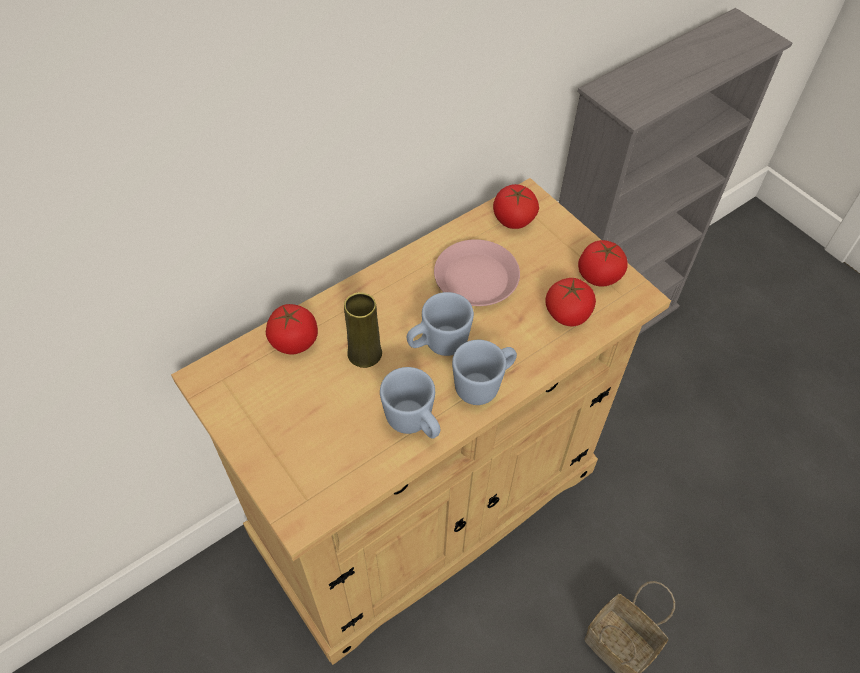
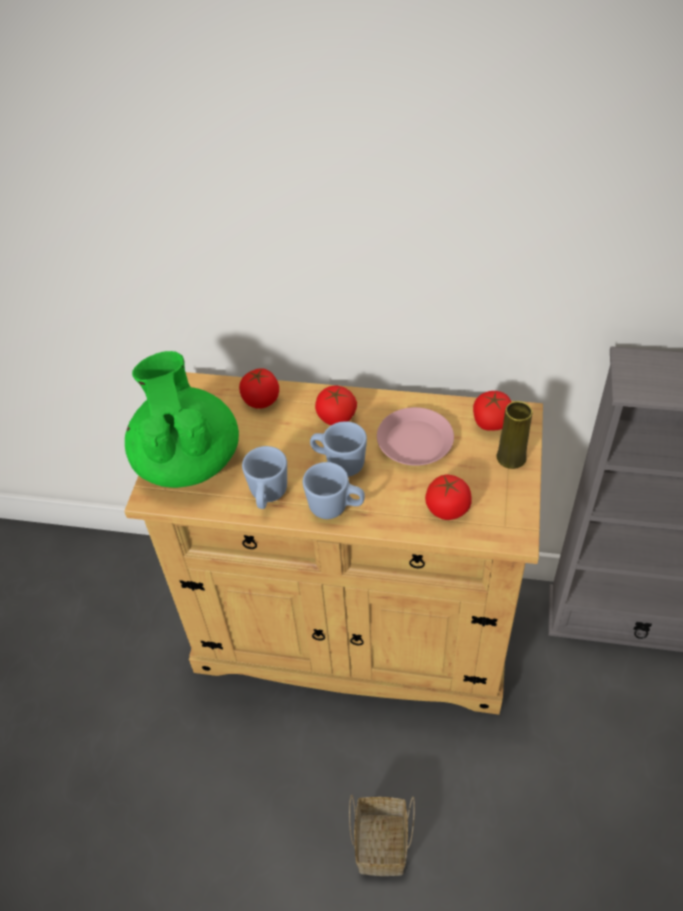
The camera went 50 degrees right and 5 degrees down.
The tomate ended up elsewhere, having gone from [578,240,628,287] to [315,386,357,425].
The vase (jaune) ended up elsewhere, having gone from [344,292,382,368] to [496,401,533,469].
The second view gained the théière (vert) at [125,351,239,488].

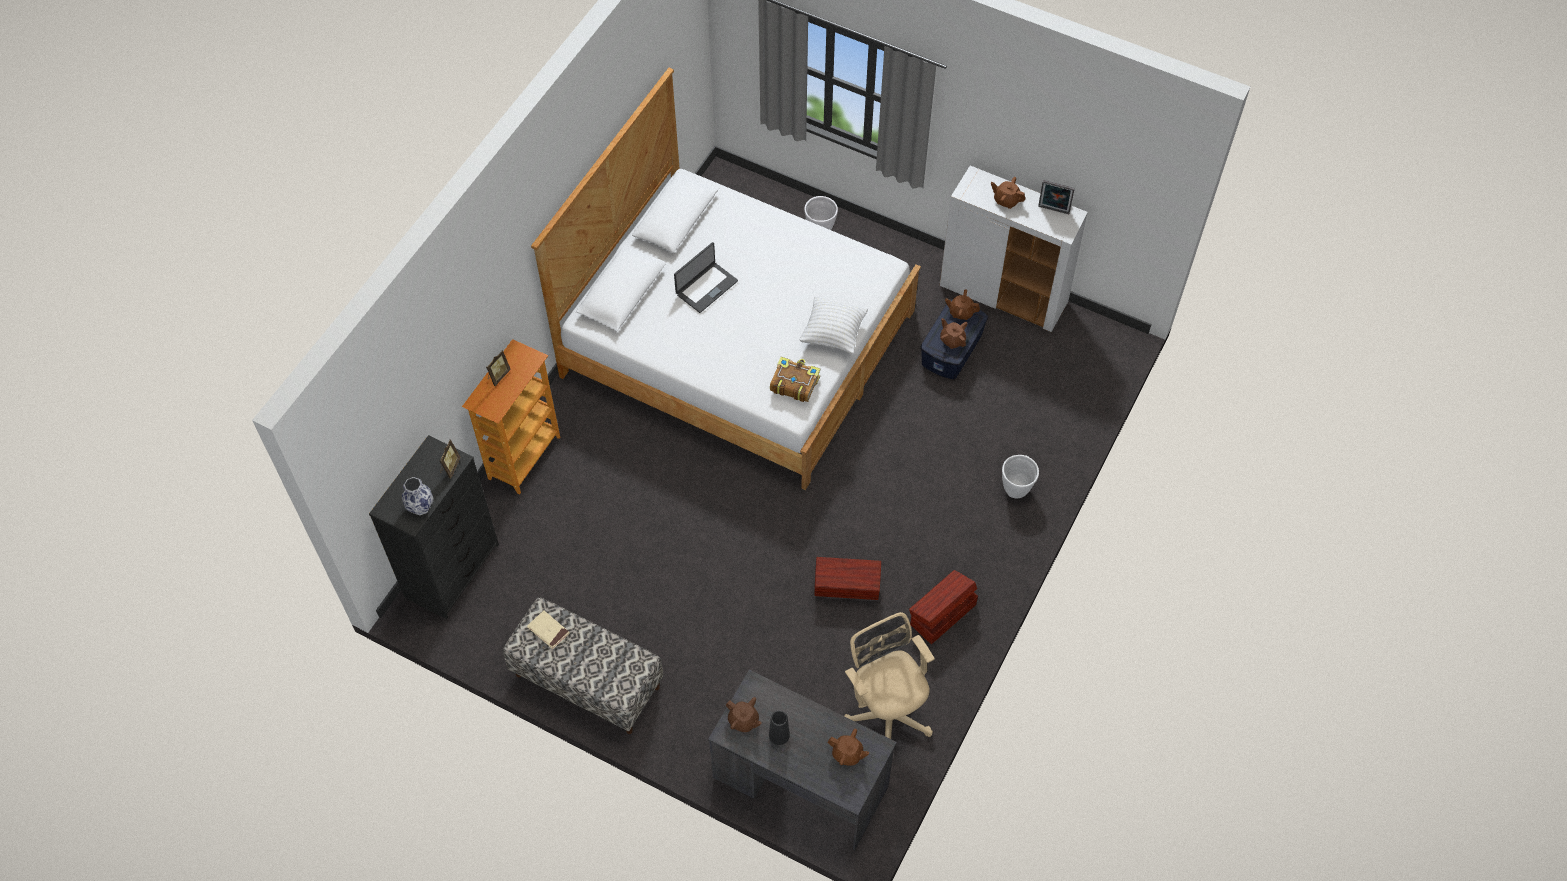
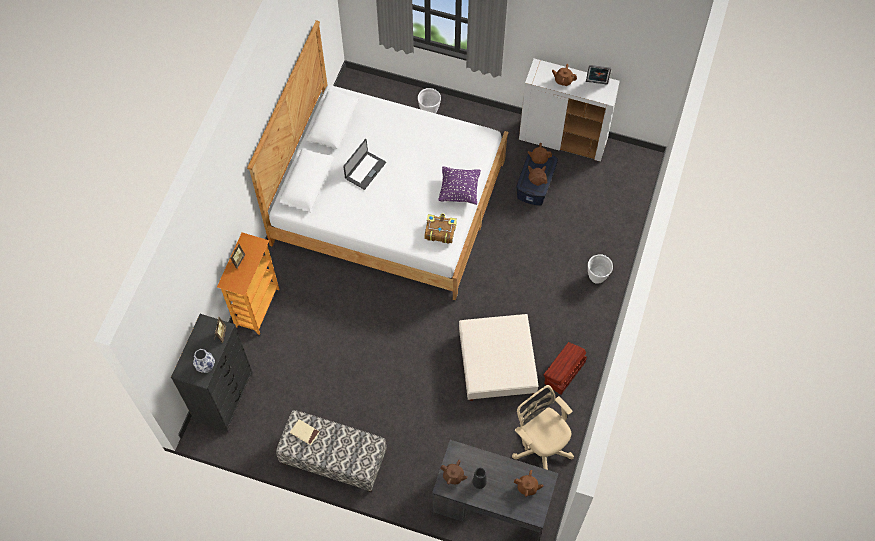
The camera went 10 degrees left and 5 degrees up.
What was the coussin (blanc) at [799,296,868,354] turned into the coussin (violet) at [438,166,481,205].
Where the boîte de rangement (marron) stood at [815,557,881,600], the pouf (beige) came to stand at [459,314,538,401].

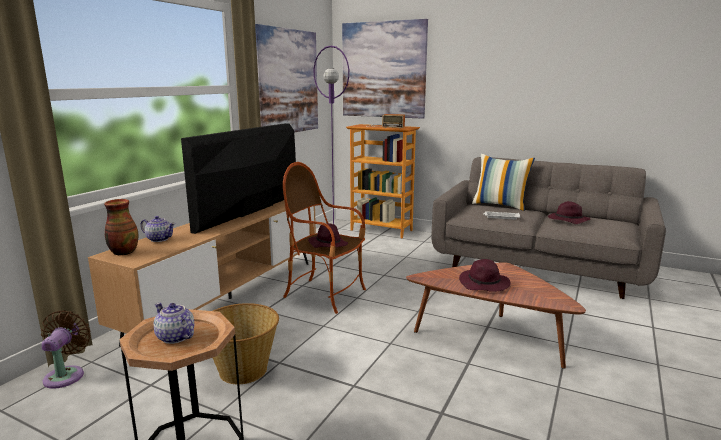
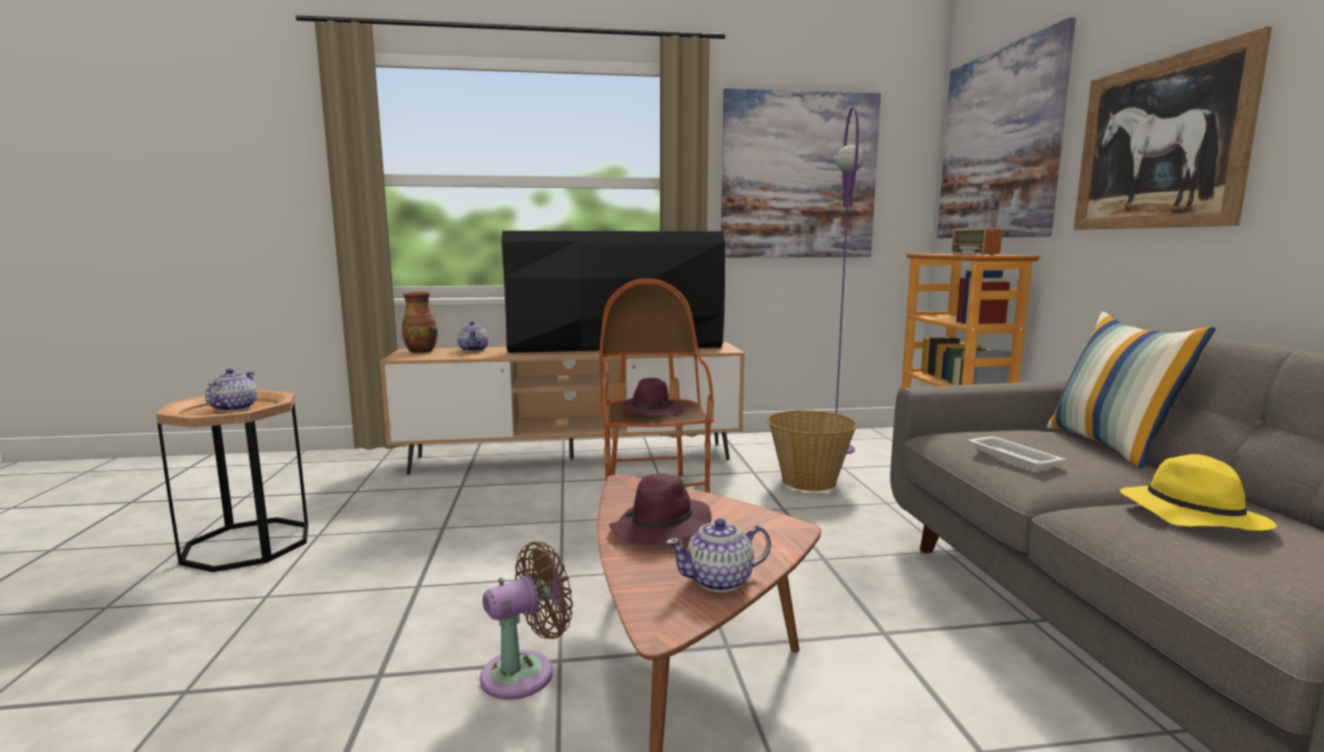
The camera went 55 degrees right and 5 degrees down.
What was the chapeau (violet) at [548,201,590,224] turned into the chapeau (jaune) at [1120,454,1277,531].
The panier ended up elsewhere, having gone from [213,303,279,384] to [767,410,858,491].
The ventilateur (marron) ended up elsewhere, having gone from [41,310,90,389] to [480,542,573,700].
The second view gained the tableau at [1074,27,1272,230].
The second view gained the théière at [666,518,771,592].

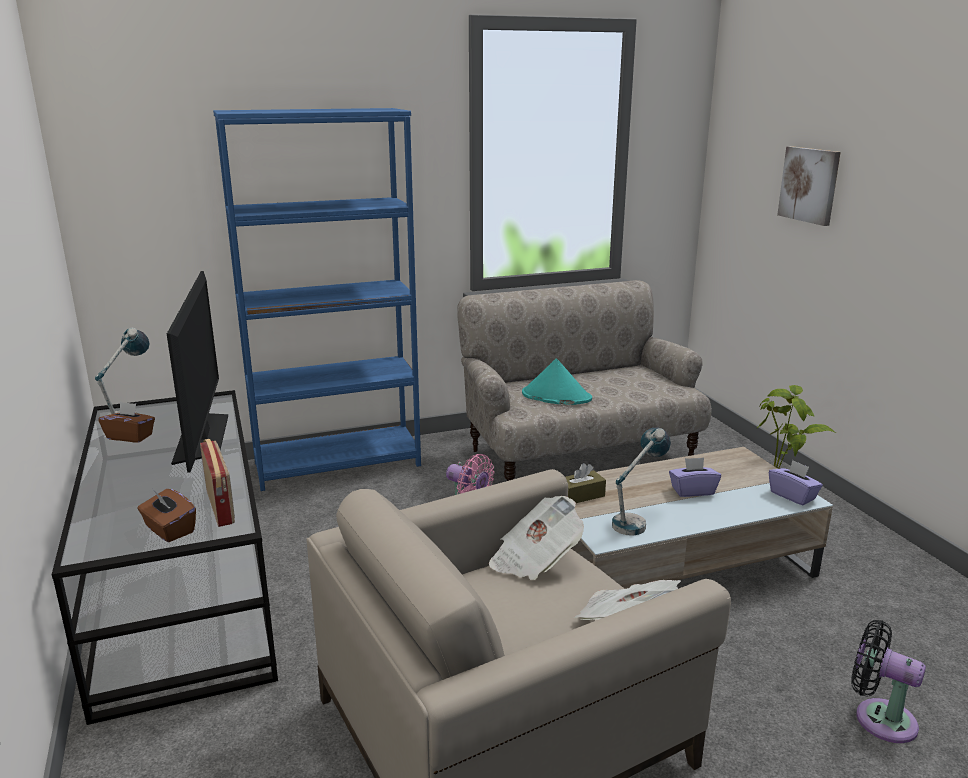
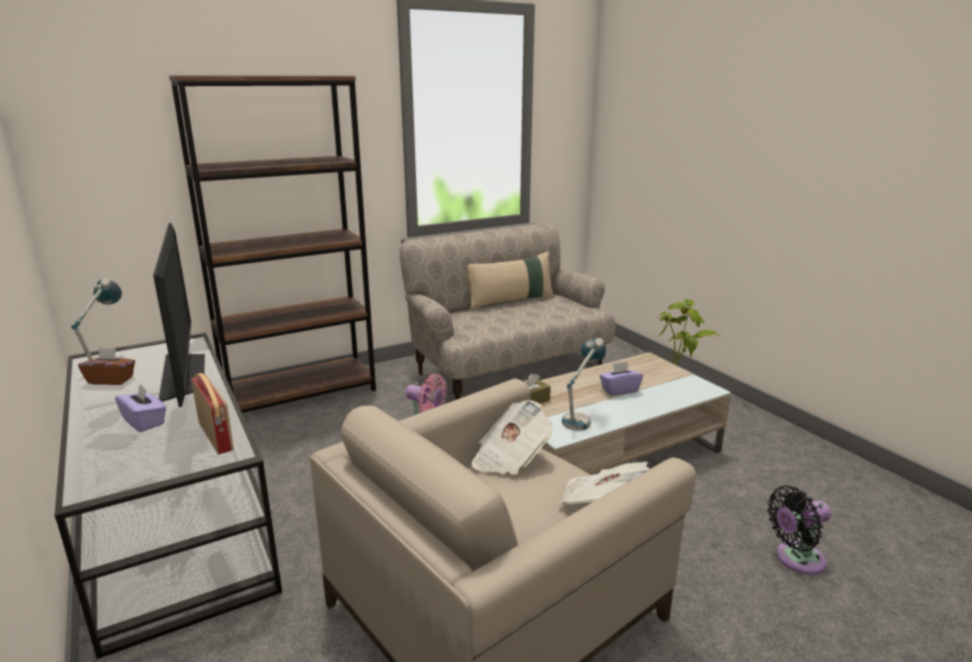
The camera went 10 degrees left and 0 degrees up.
What was the bibliothèque (bleu) at [213,108,421,491] turned into the bibliothèque (marron) at [169,75,376,413].
The second view lost the tableau at [777,146,841,226].
The second view lost the chapeau (turquoise) at [522,359,592,405].
The boîte à mouchoirs (violet) ended up elsewhere, having gone from [769,460,823,506] to [115,384,166,432].
The second view lost the boîte à mouchoirs (marron) at [137,488,196,542].
The ventilateur (noir) at [851,620,926,743] ended up facing another way, 45 degrees counterclockwise from before.
The second view gained the coussin (beige) at [467,251,554,310].

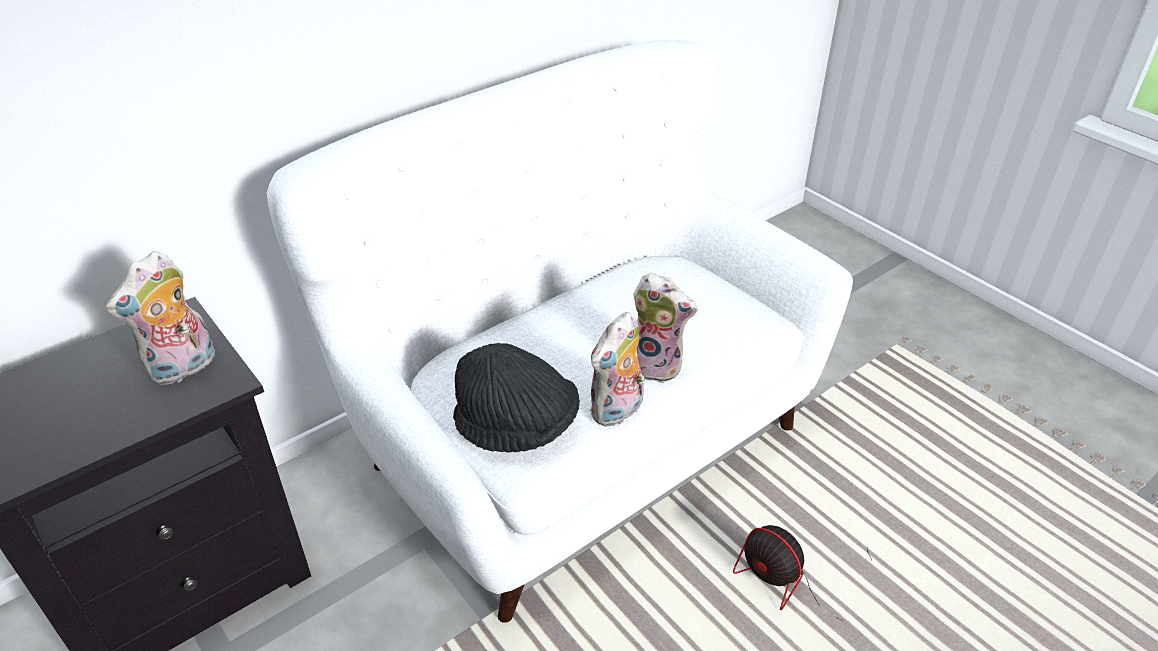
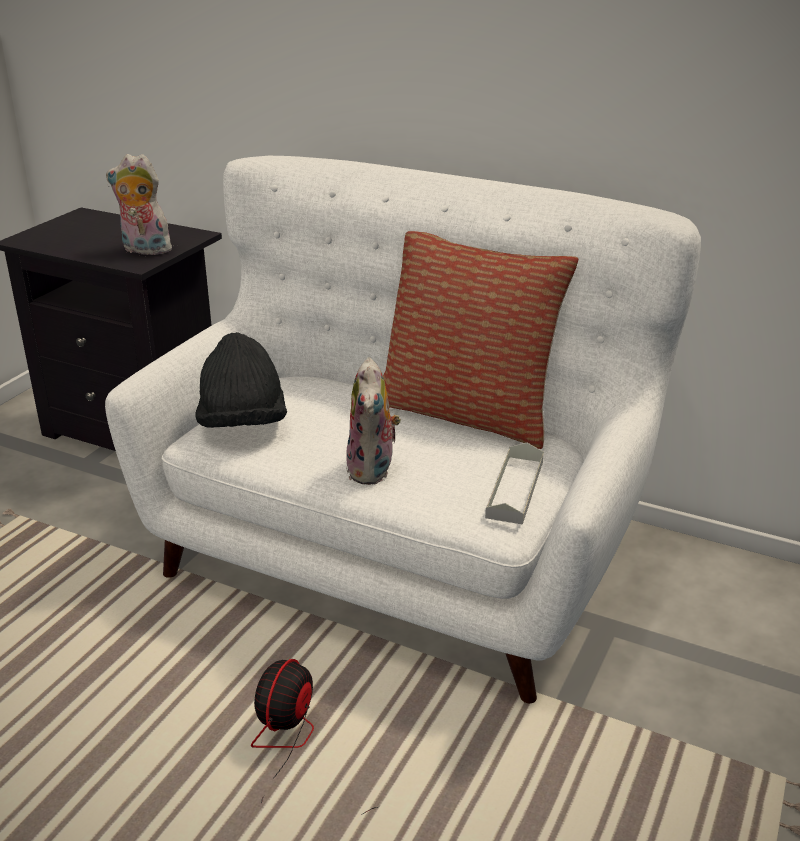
The camera went 65 degrees right and 10 degrees down.
The second view lost the peluche at [590,312,645,427].
The second view gained the coussin at [383,231,578,449].
The second view gained the plateau (gris) at [485,443,544,525].

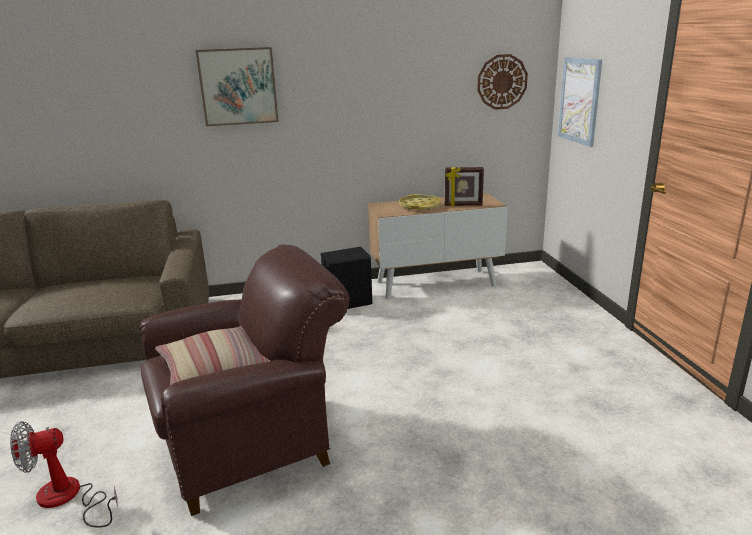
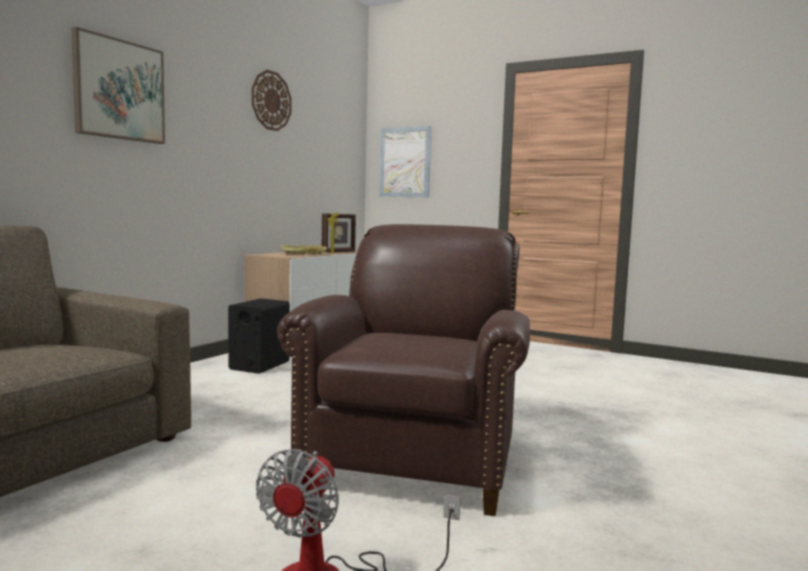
The camera went 50 degrees left and 15 degrees down.
The horloge murale ended up elsewhere, having gone from [477,54,528,110] to [252,70,291,131].
The second view lost the coussin at [155,326,270,385].

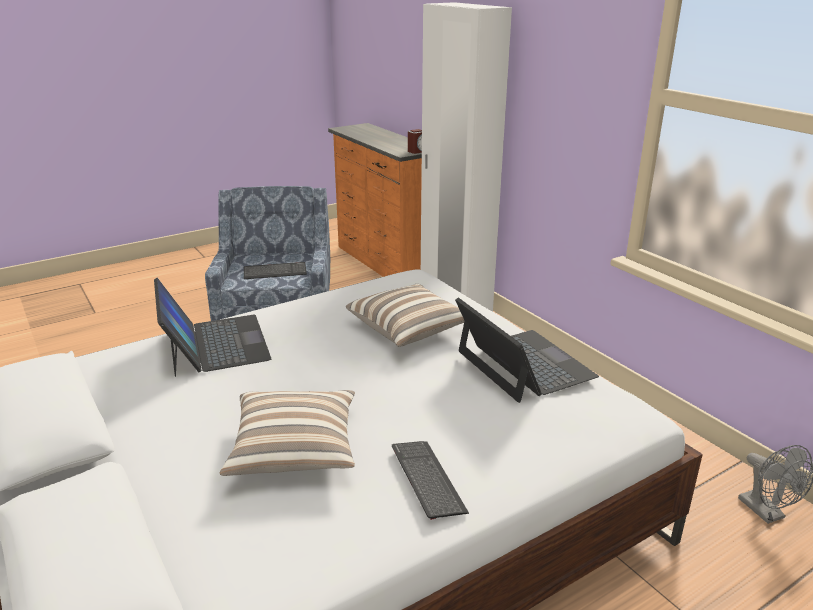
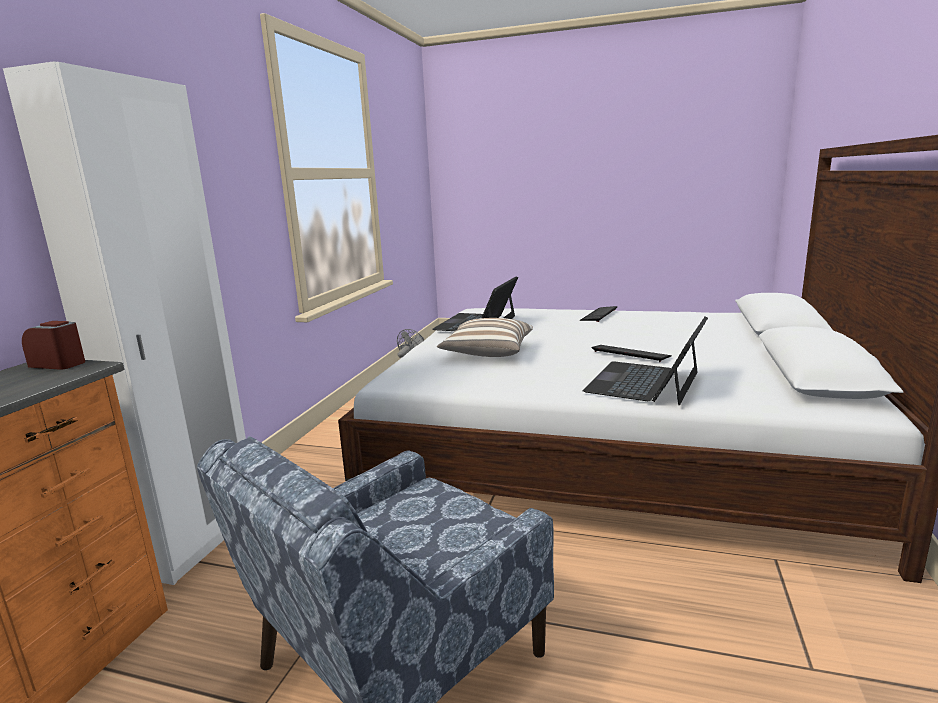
The camera went 130 degrees left and 10 degrees down.
The clavier ended up elsewhere, having gone from [244,262,307,279] to [592,345,672,362].
The second view lost the coussin at [220,390,355,476].

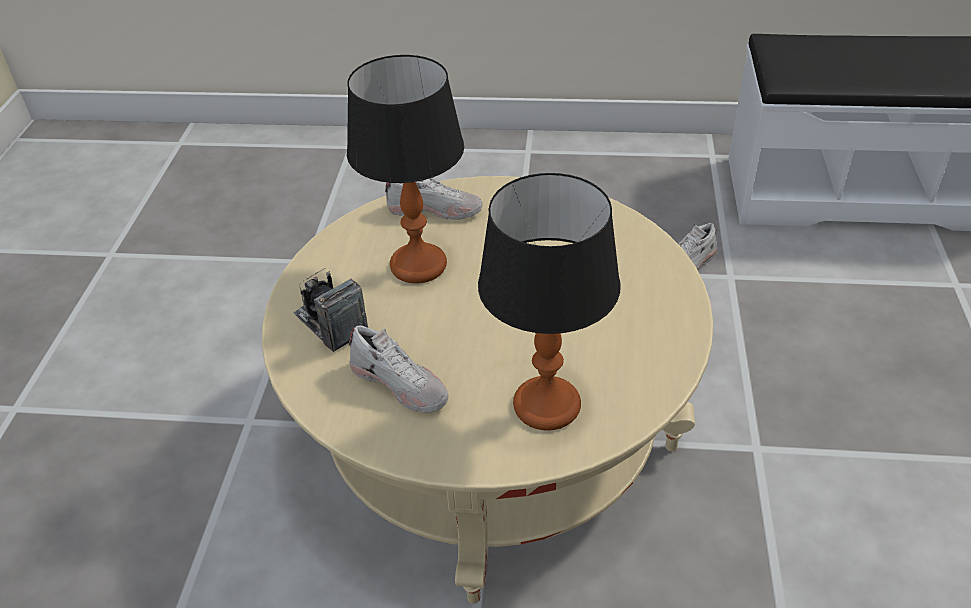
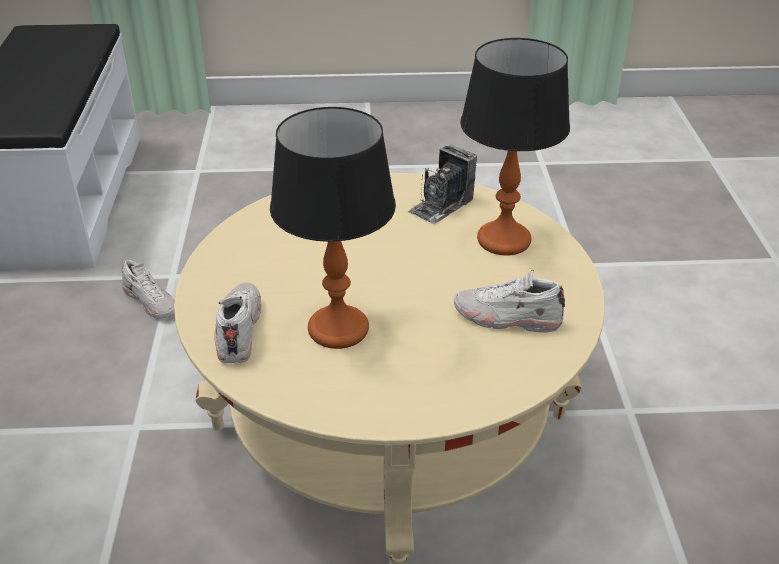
The camera went 100 degrees left and 5 degrees down.
The appareil photo ended up elsewhere, having gone from [293,268,368,352] to [407,144,477,224].
The chaussure (blanc) at [349,326,449,413] ended up facing another way, 105 degrees counterclockwise from before.

